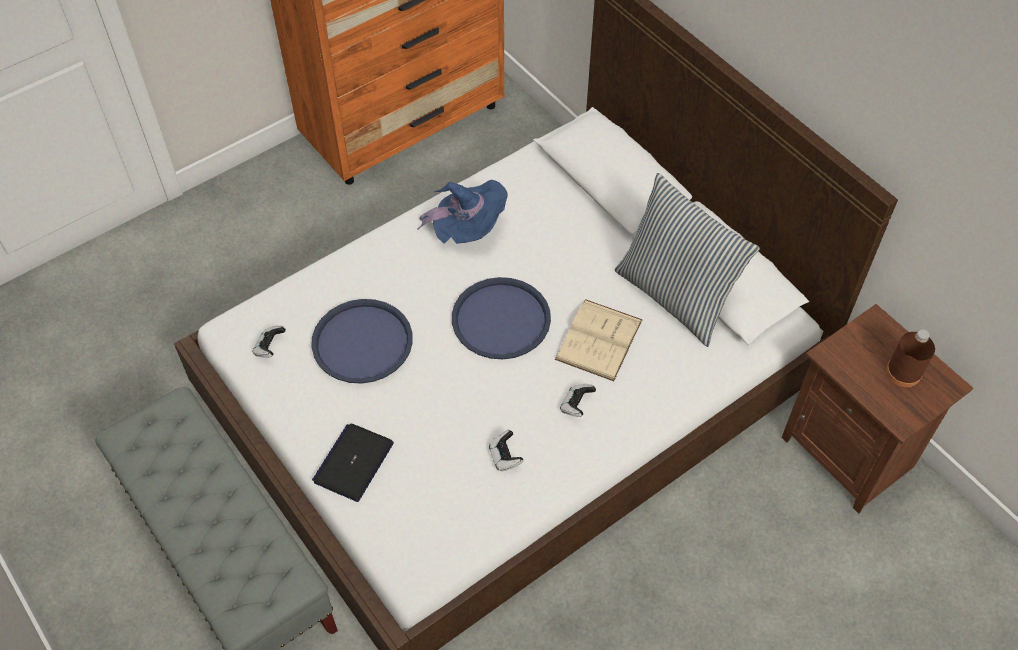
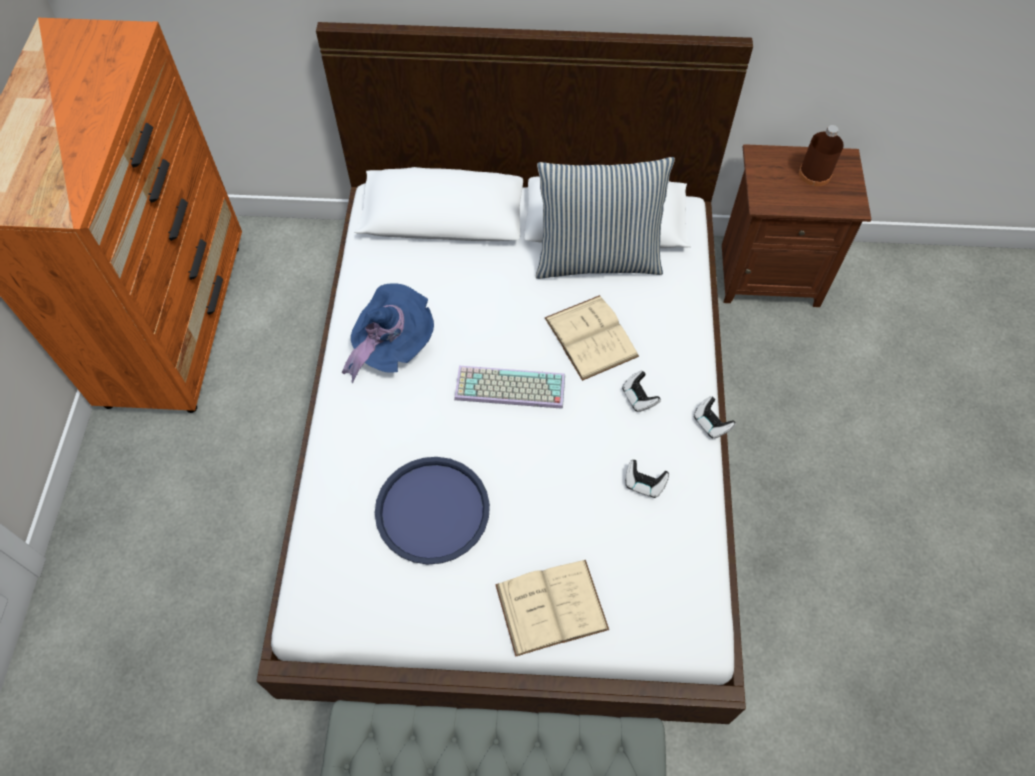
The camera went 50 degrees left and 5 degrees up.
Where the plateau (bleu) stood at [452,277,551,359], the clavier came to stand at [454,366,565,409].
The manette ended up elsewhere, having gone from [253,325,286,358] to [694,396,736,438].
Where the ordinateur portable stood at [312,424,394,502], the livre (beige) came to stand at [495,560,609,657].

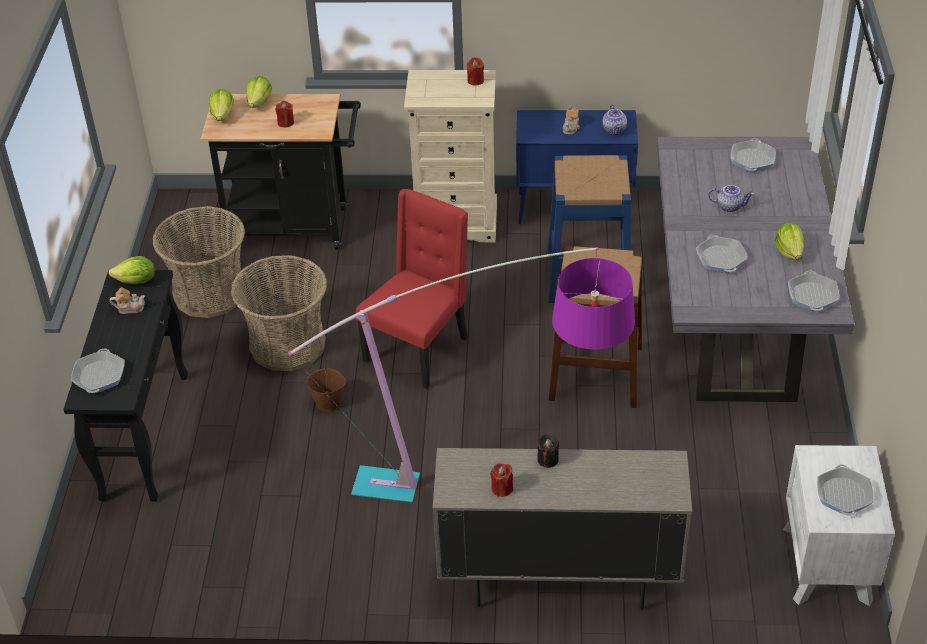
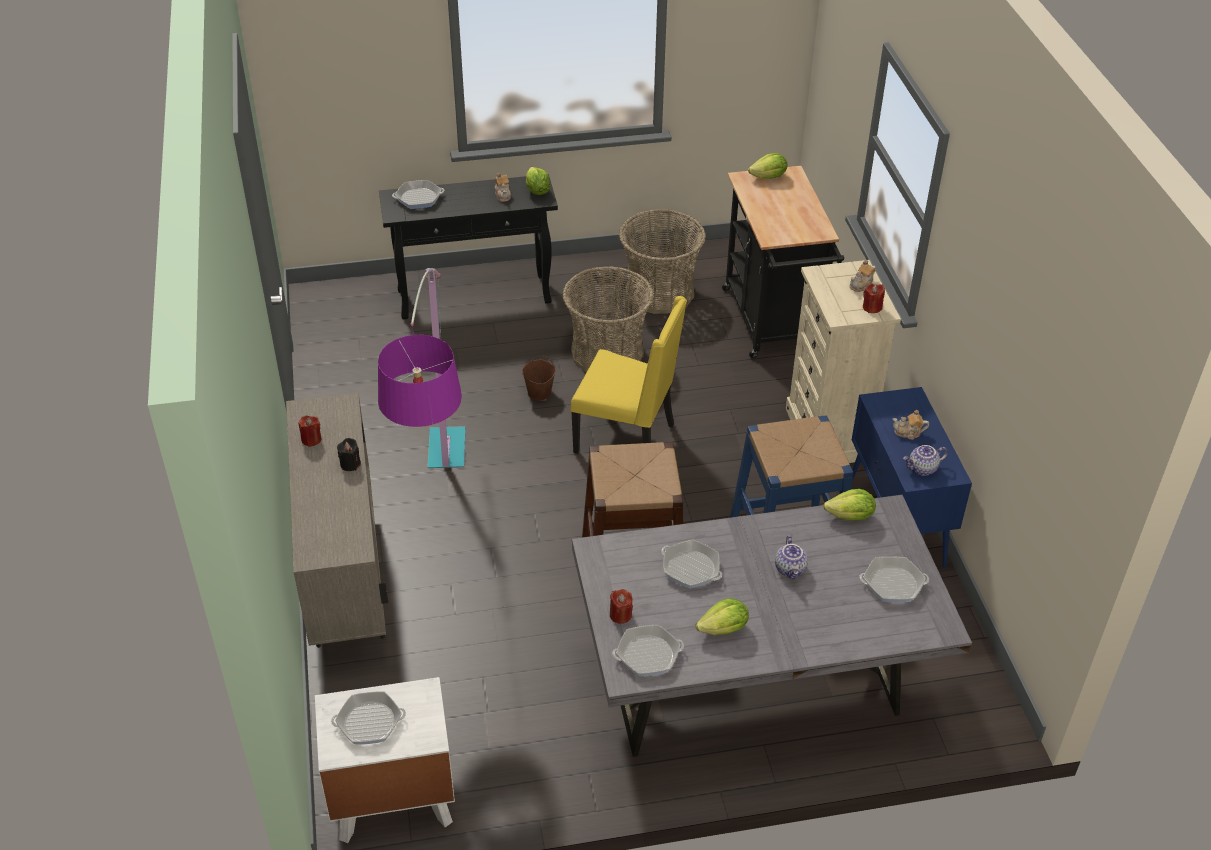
The camera went 75 degrees right and 0 degrees up.
The laitue ended up elsewhere, having gone from [247,76,272,108] to [823,489,876,521].
The bougie (rouge) ended up elsewhere, having gone from [275,101,294,127] to [610,589,633,624].
What was the chaise (rouge) at [356,189,468,389] turned into the chaise (jaune) at [570,296,687,454].
The poêle at [696,235,748,273] ended up facing another way, 120 degrees counterclockwise from before.
The second view gained the théière at [850,260,876,292].

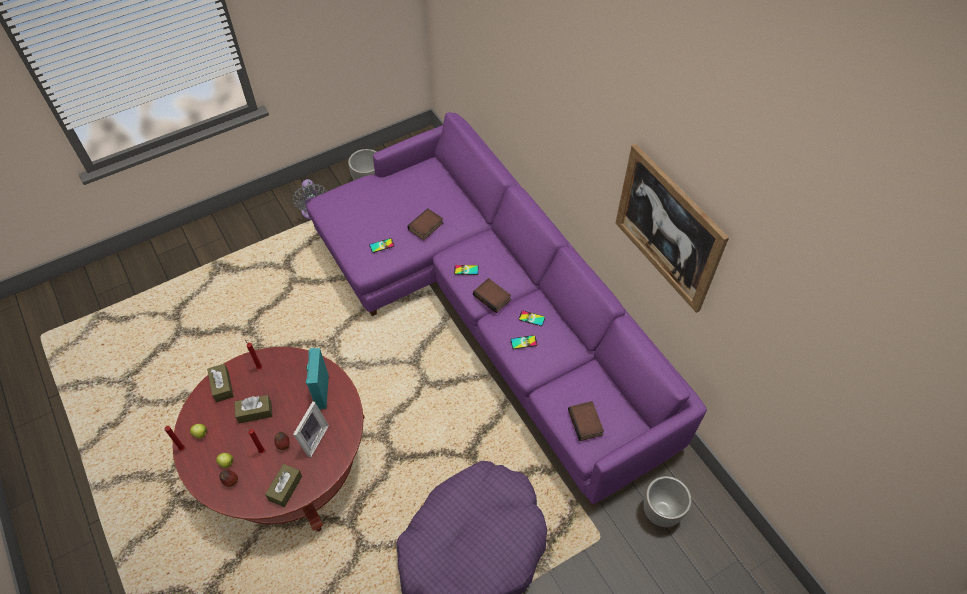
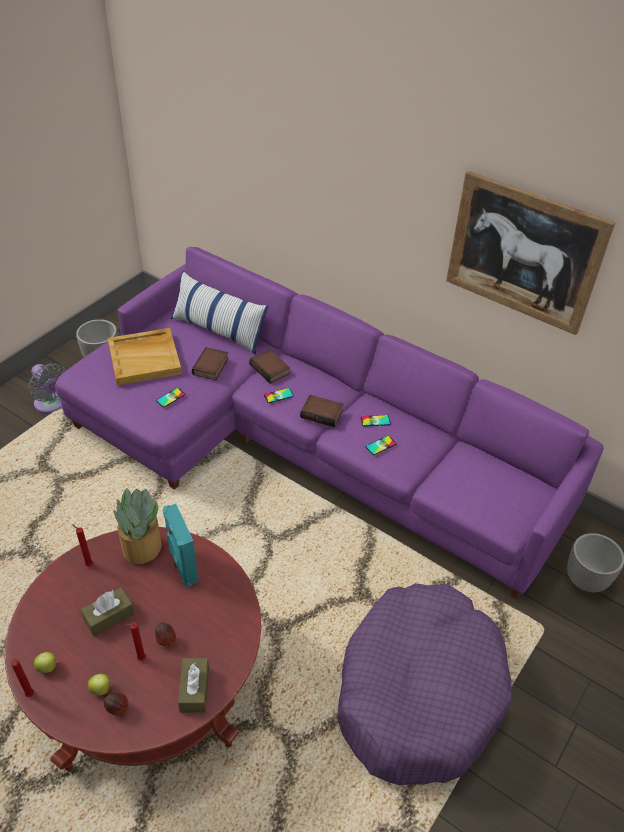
The camera went 25 degrees left and 10 degrees down.
The second view lost the boîte à mouchoirs (marron) at [207,364,234,402].
The second view lost the cadre photo at [293,401,329,458].
The livre ended up elsewhere, having gone from [568,401,604,441] to [249,349,290,384].
The second view gained the coussin at [170,270,269,354].
The second view gained the plateau (beige) at [108,328,182,385].
The second view gained the plante en pot at [114,488,162,564].

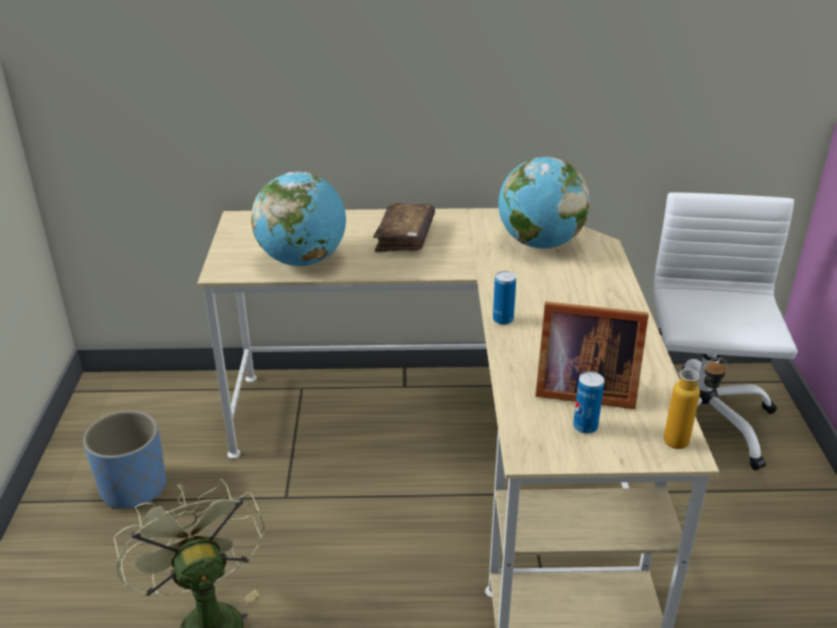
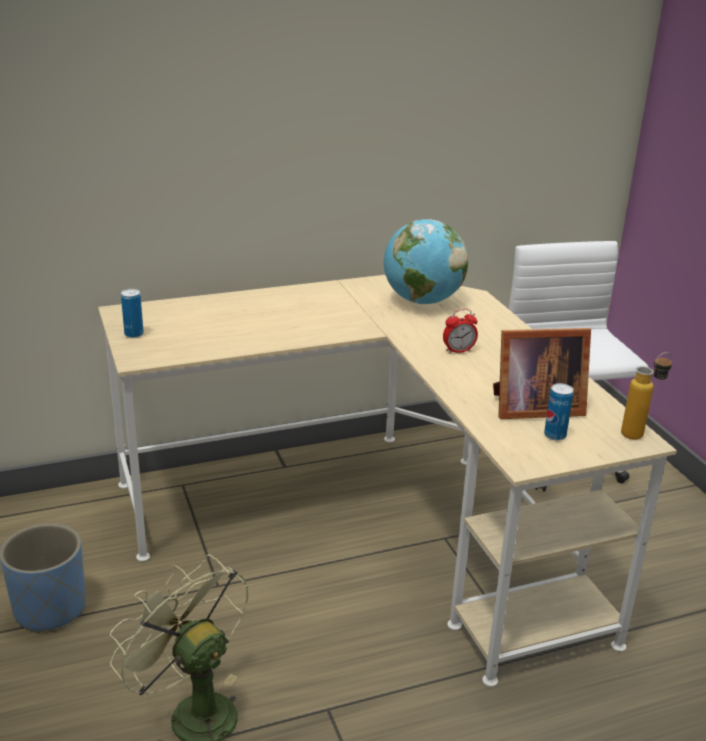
The camera went 20 degrees left and 5 degrees down.
The second view lost the globe at [251,172,346,266].
The second view lost the livre (marron) at [373,203,435,252].
The boîte métallique ended up elsewhere, having gone from [493,271,516,325] to [121,289,144,338].
The second view gained the réveil at [443,309,478,354].

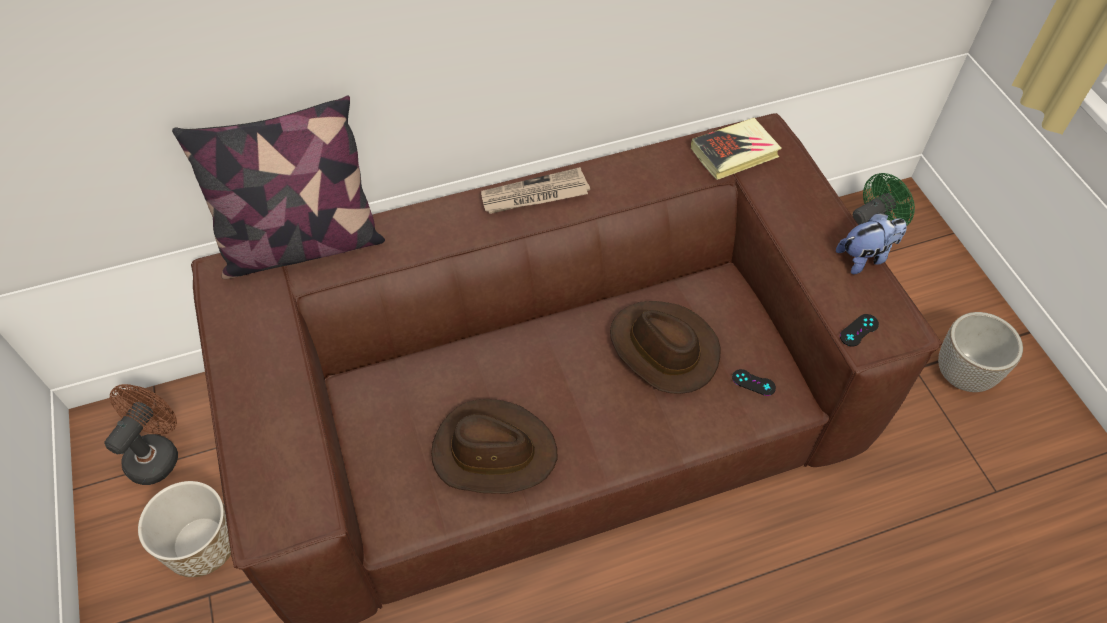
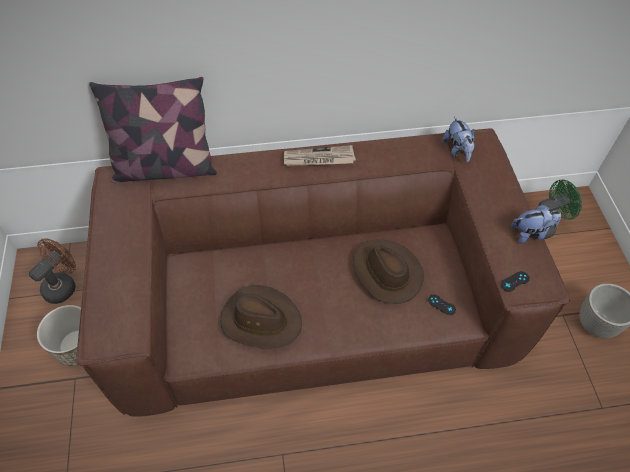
The camera went 10 degrees right and 0 degrees up.
Where the livre stood at [691,118,782,180], the peluche came to stand at [443,117,475,162].

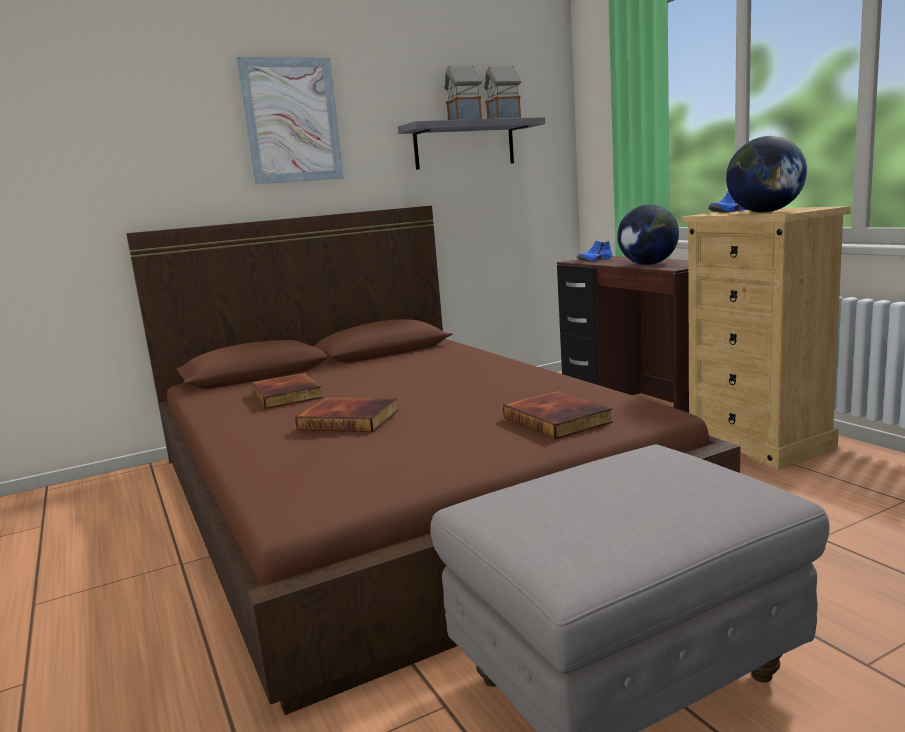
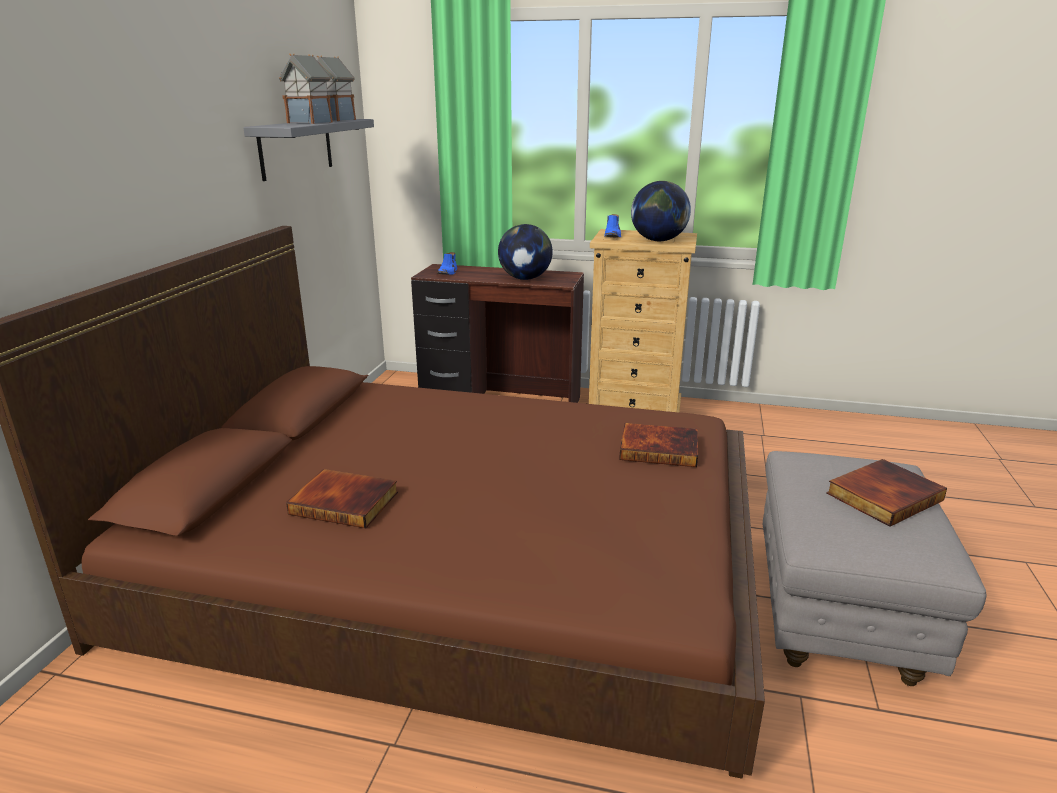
The camera went 50 degrees left and 10 degrees up.
The second view lost the tableau at [236,57,344,184].
The livre ended up elsewhere, having gone from [295,398,399,432] to [826,459,947,527].

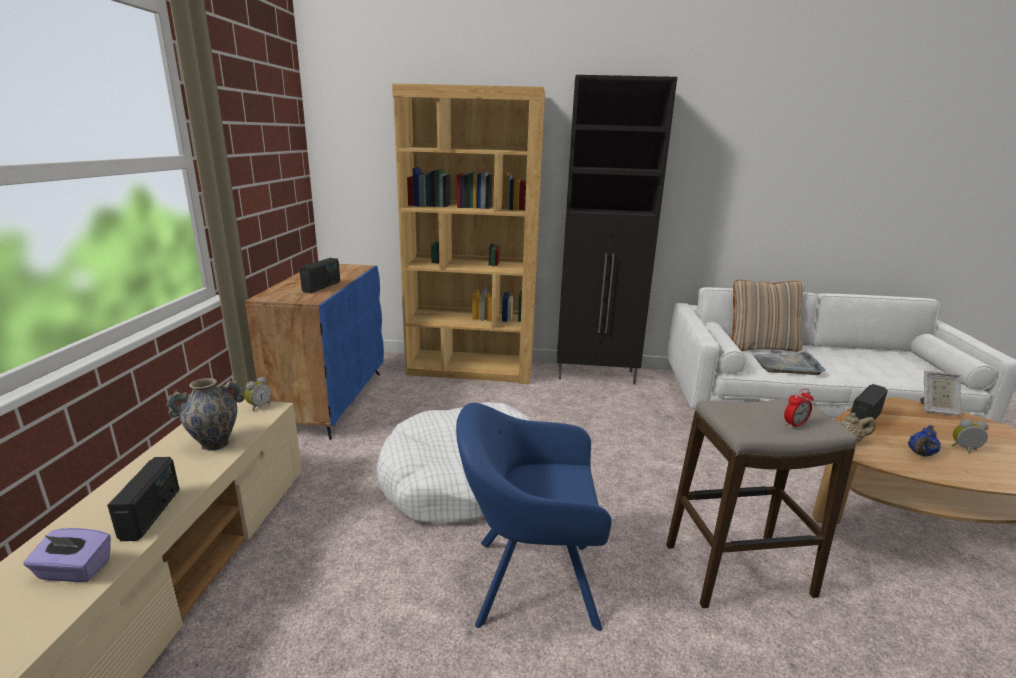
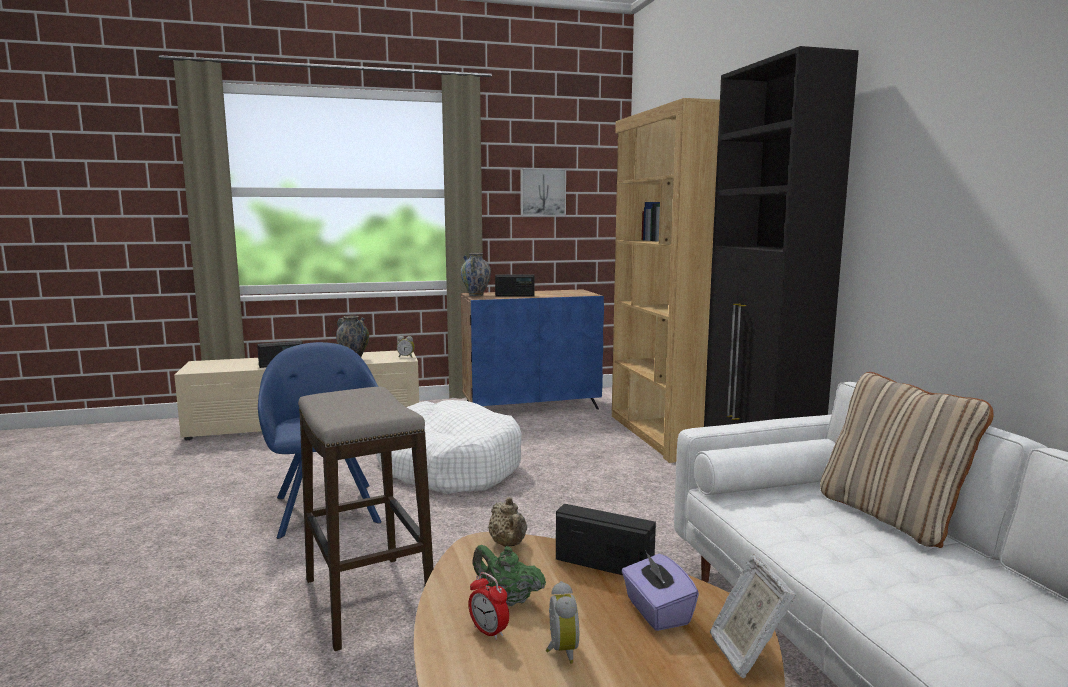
The camera went 70 degrees right and 10 degrees down.
The second view lost the plateau (gris) at [752,352,826,375].
The réveil ended up elsewhere, having gone from [784,388,814,428] to [468,572,509,640].
What was the théière (bleu) at [908,425,941,457] turned into the théière (vert) at [473,545,546,606].
The boîte à mouchoirs (violet) ended up elsewhere, having gone from [24,528,111,582] to [622,550,699,631].
The second view gained the tableau at [520,168,566,216].
The second view gained the vase at [460,253,491,296].

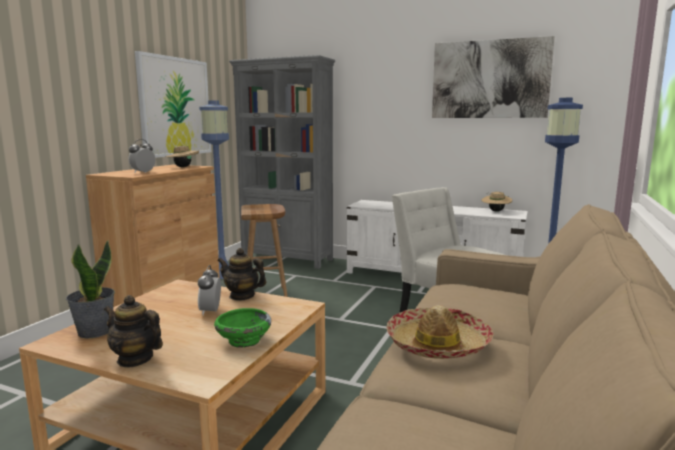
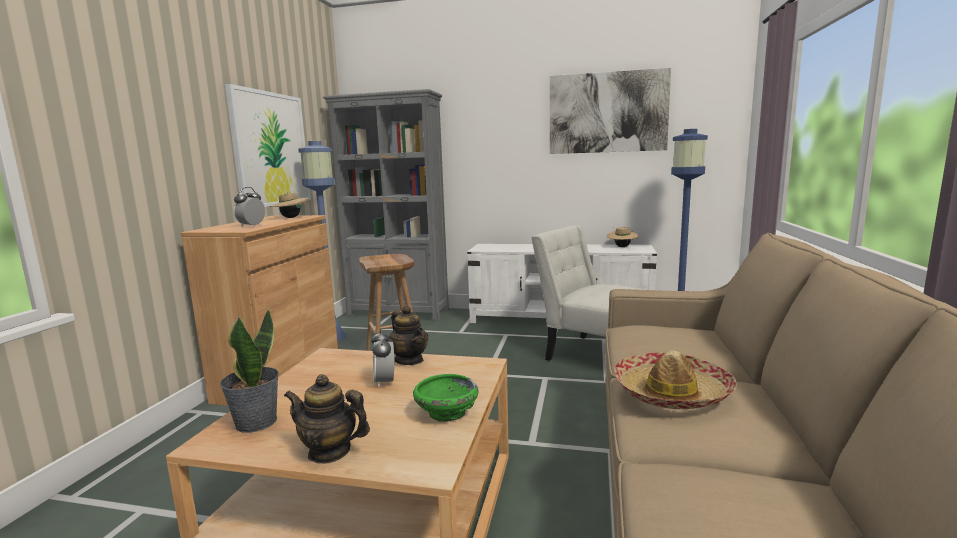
The camera went 10 degrees left and 0 degrees up.
The théière at [218,248,266,301] ended up facing another way, 135 degrees counterclockwise from before.

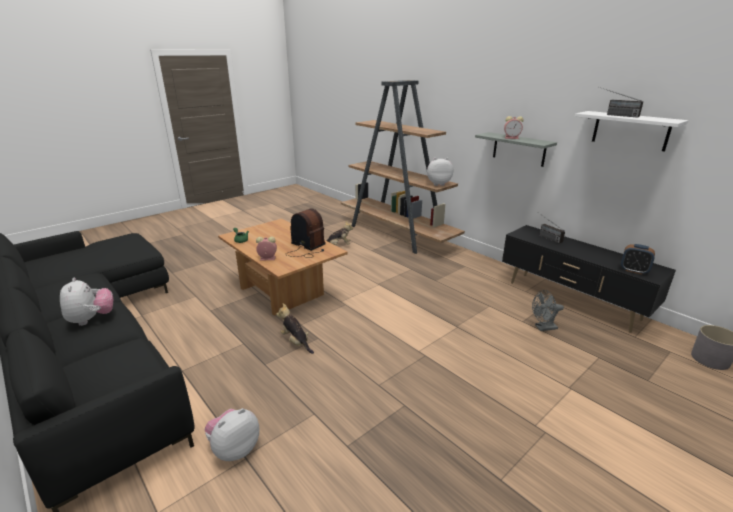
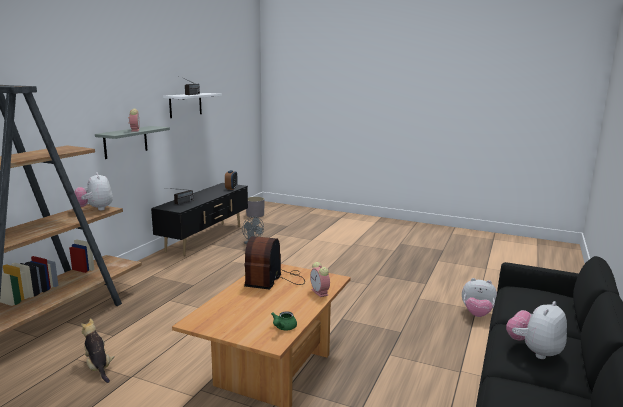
The camera went 115 degrees left and 10 degrees down.
The second view lost the peluche at [276,303,314,354].

